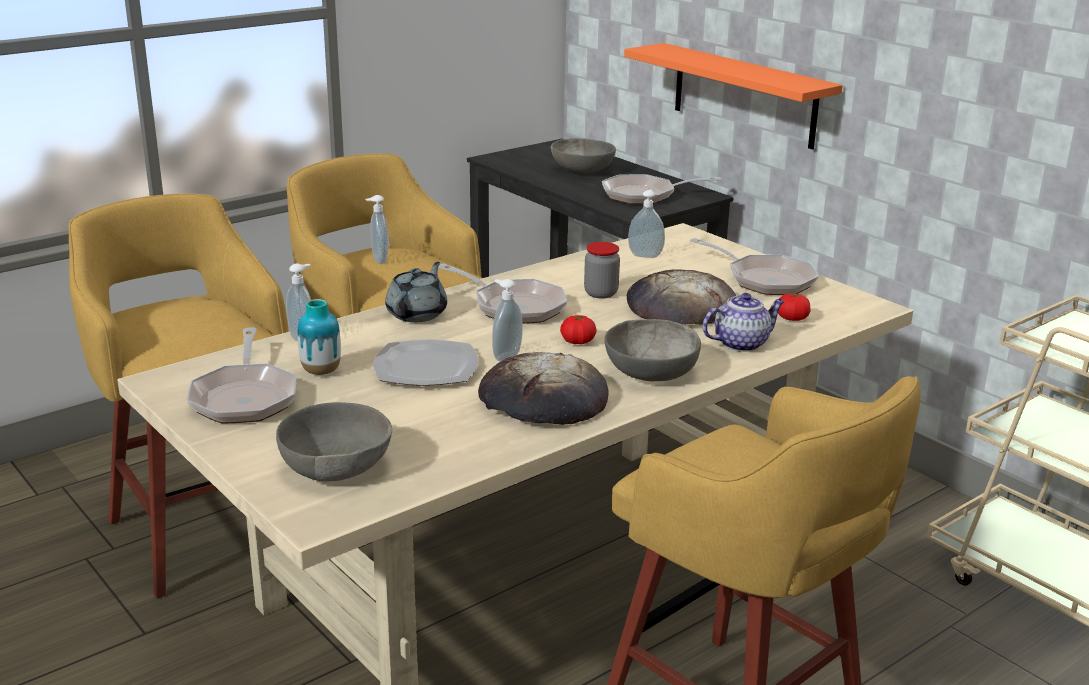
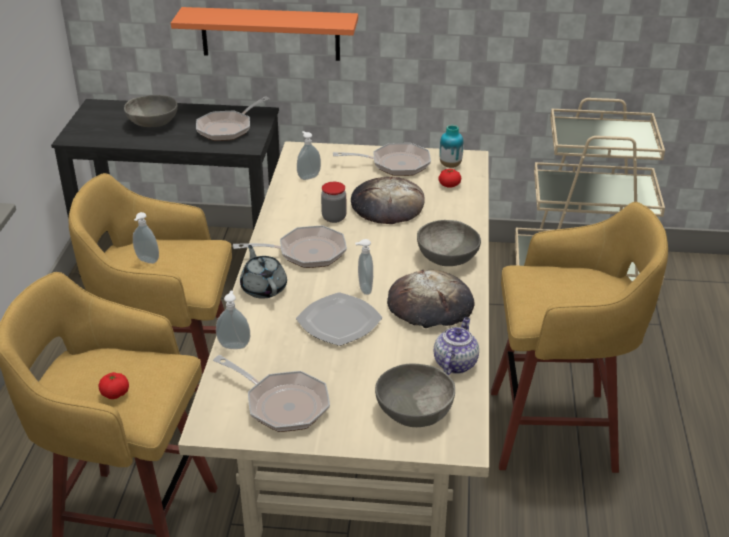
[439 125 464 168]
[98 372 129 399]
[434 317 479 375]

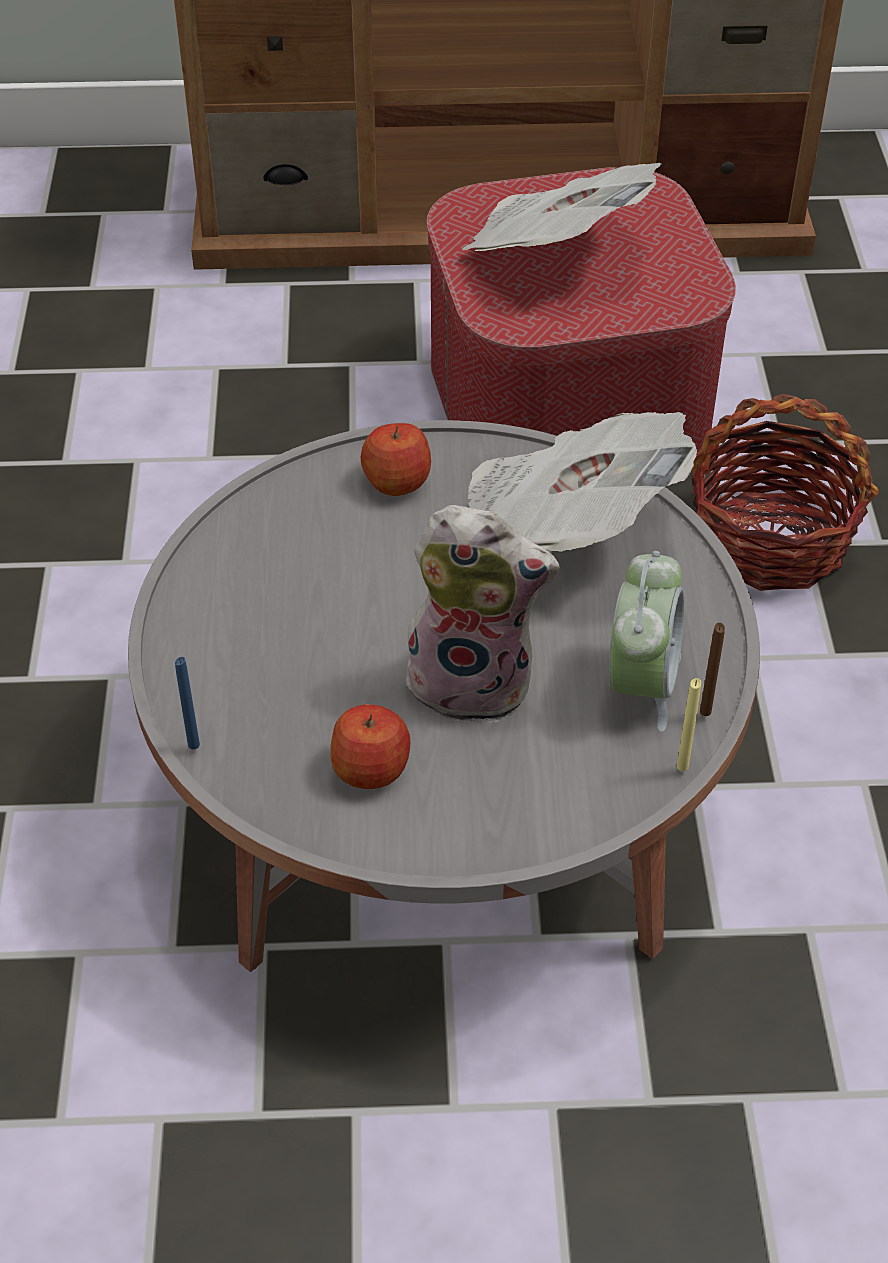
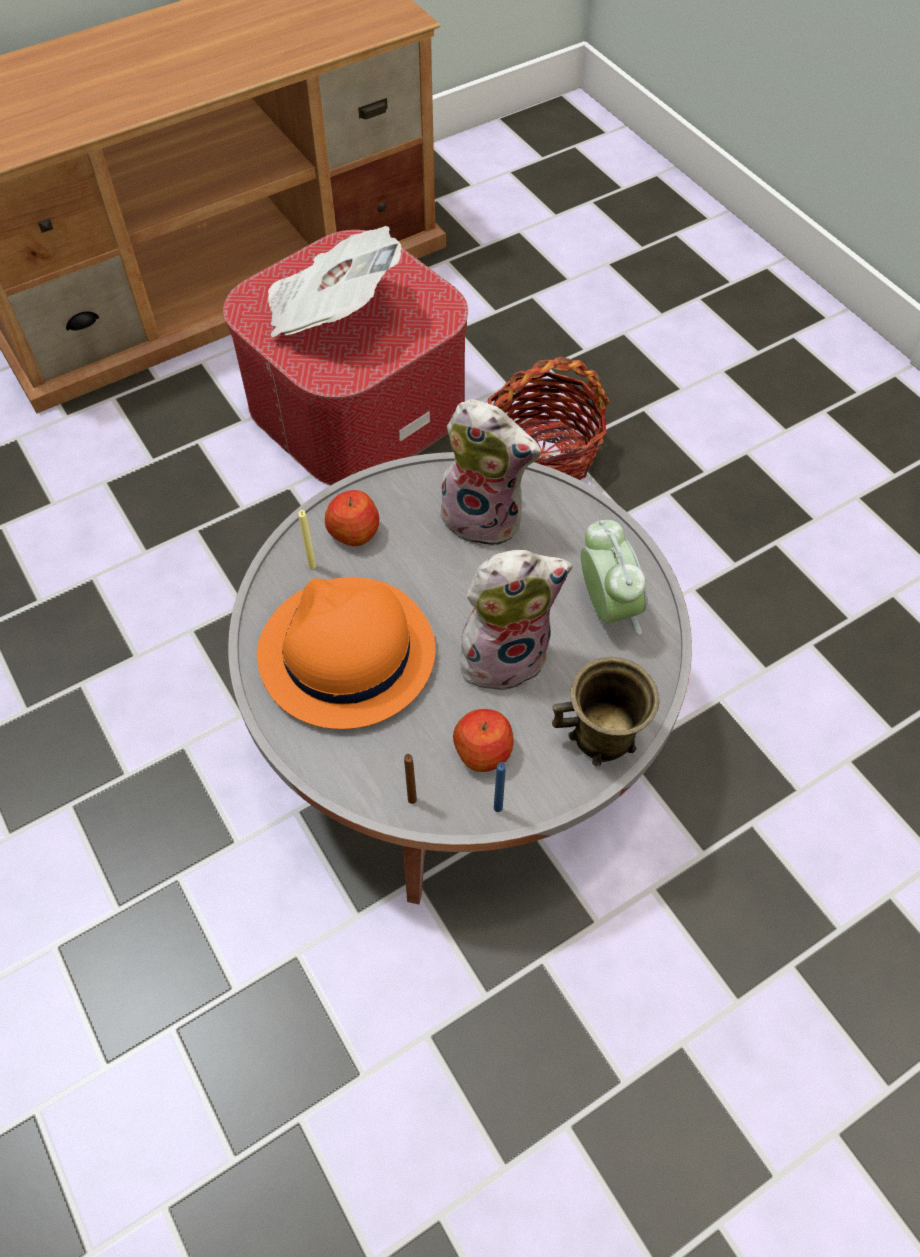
[494 762 506 812]
[431 399 541 548]
[298 510 316 569]
[404 754 417 804]
[257 577 435 729]
[552 657 659 766]

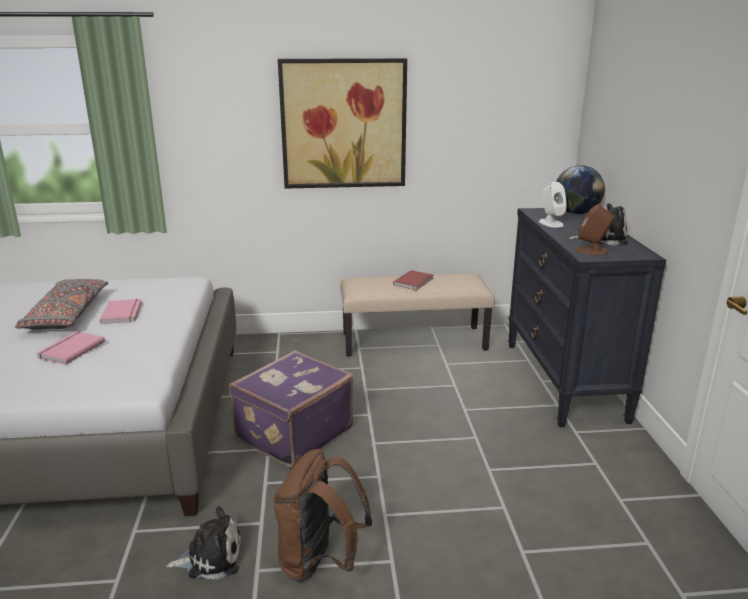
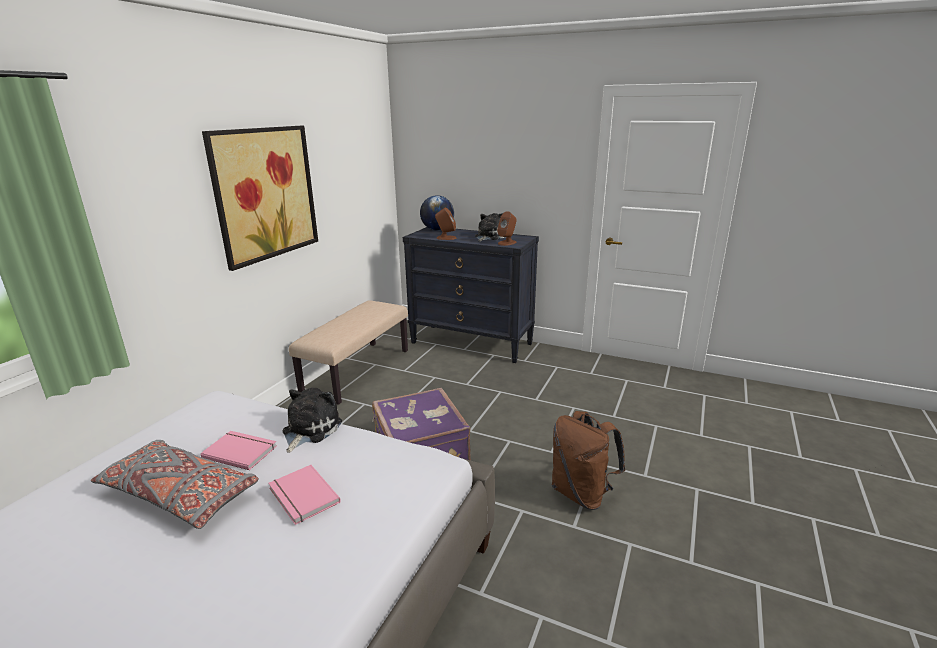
[283 388 342 453]
[393 270 433 290] (first image)
[435 208 456 240]

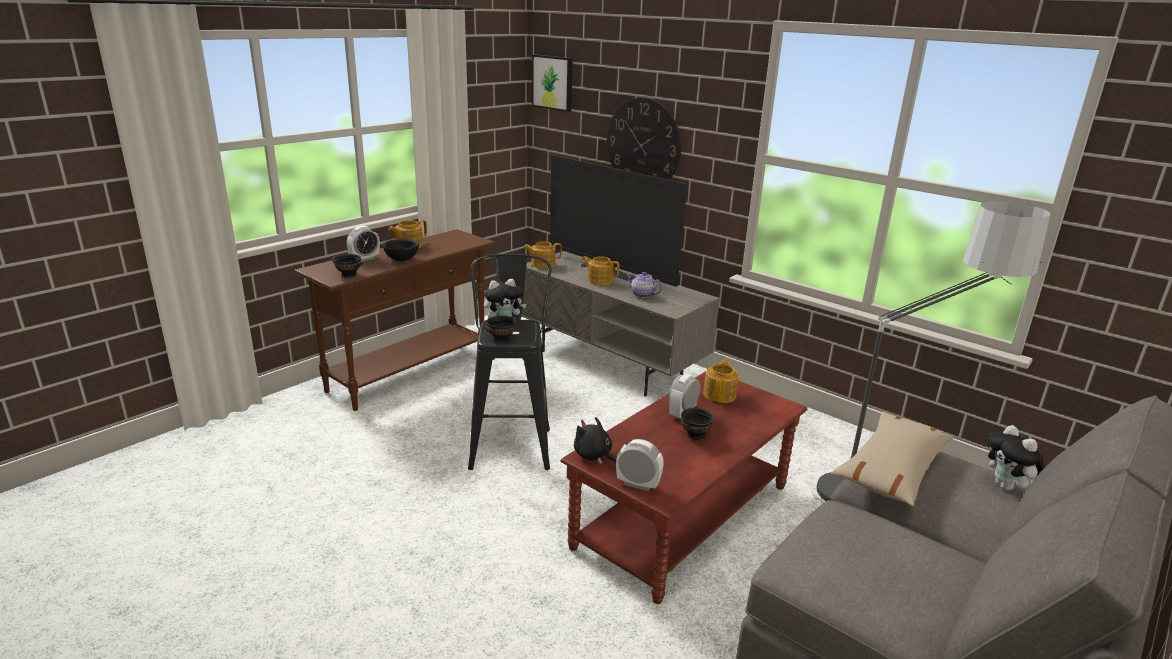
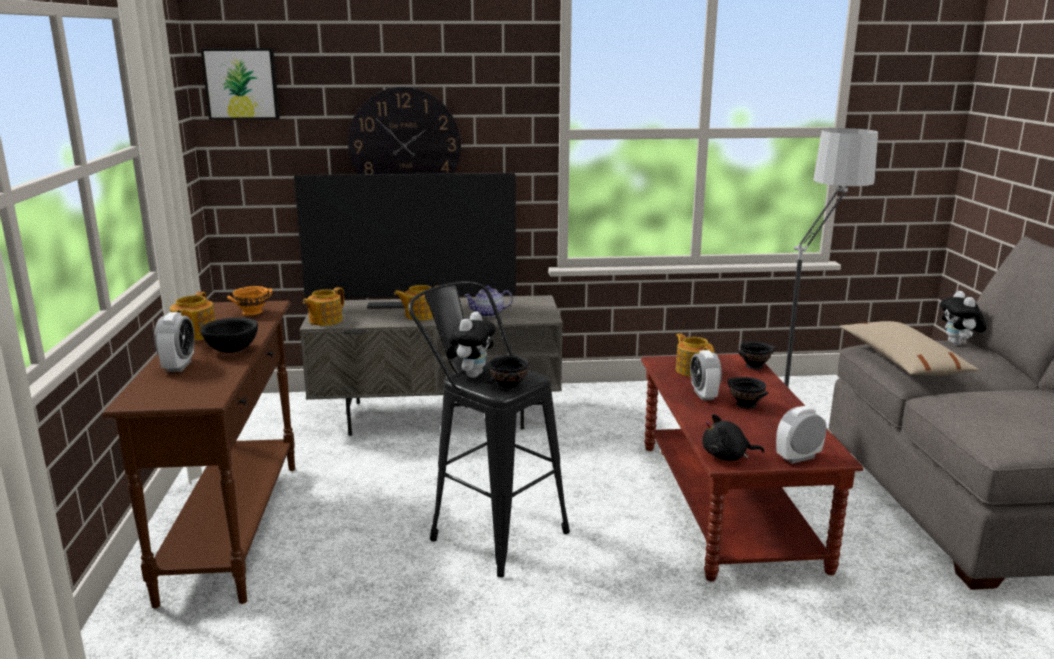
[738 342 775 370]
[940 291 986 345]
[227 286 273 316]

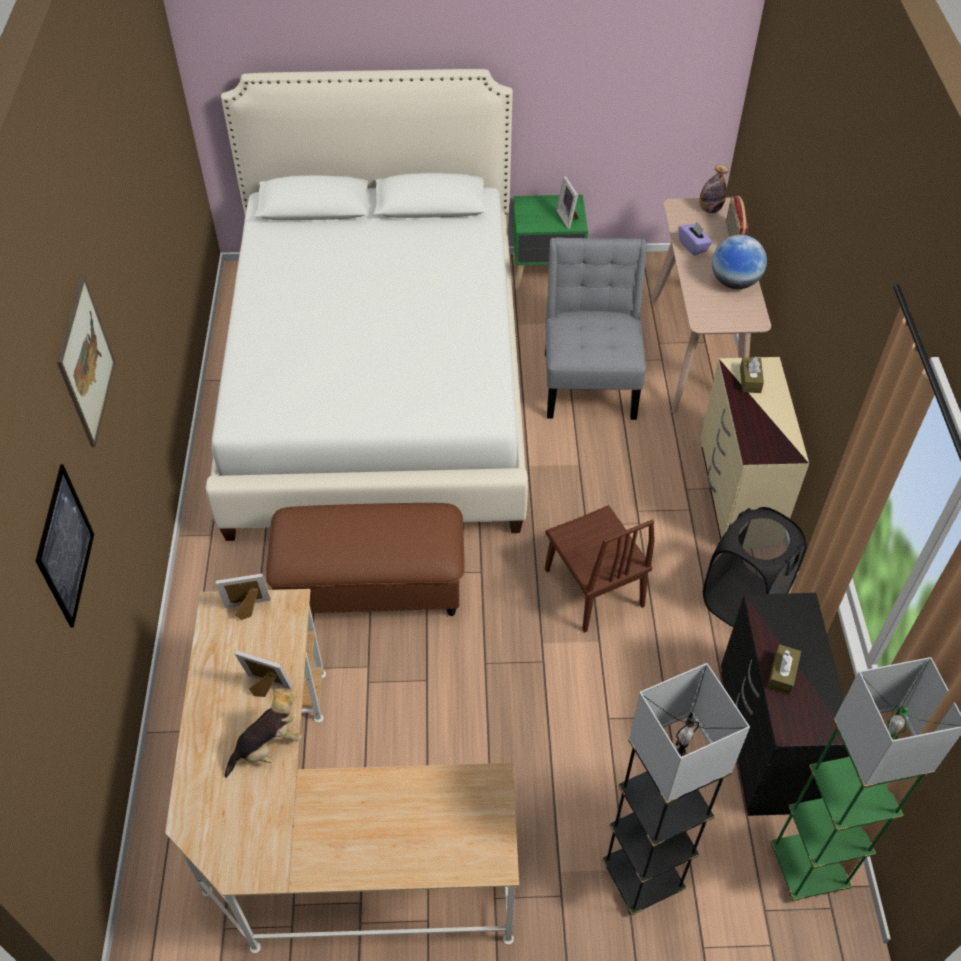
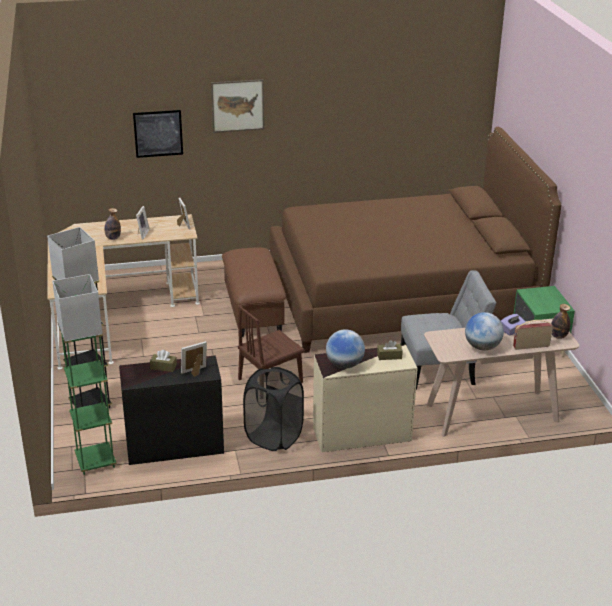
[270 127 561 353]
[104 208 121 240]
[181 341 207 377]
[326 329 365 369]

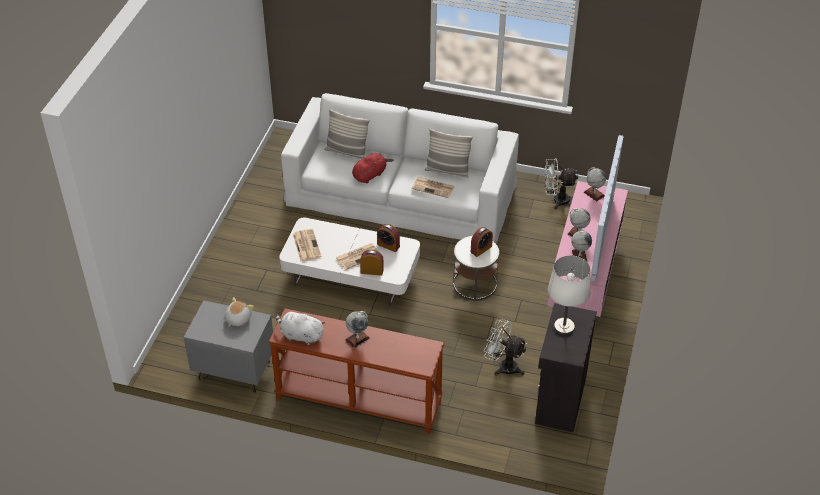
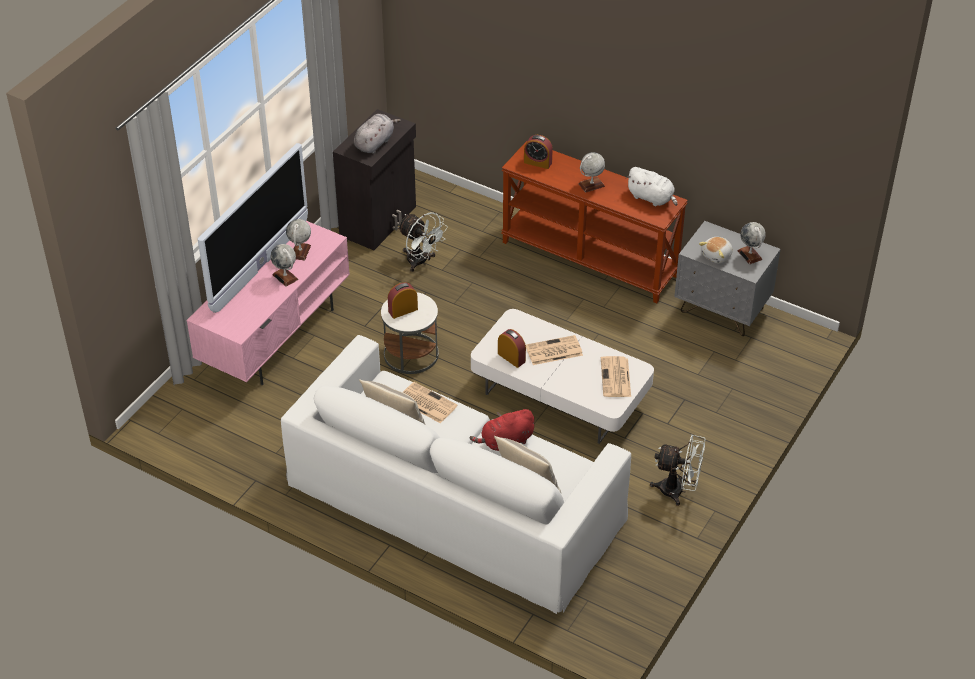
[524 135 553 169]
[650 435 705 506]
[354 114 401 154]
[737 222 766 264]

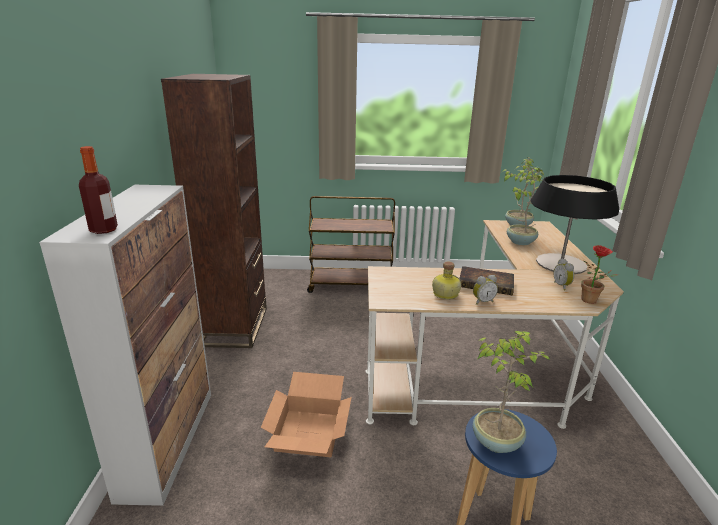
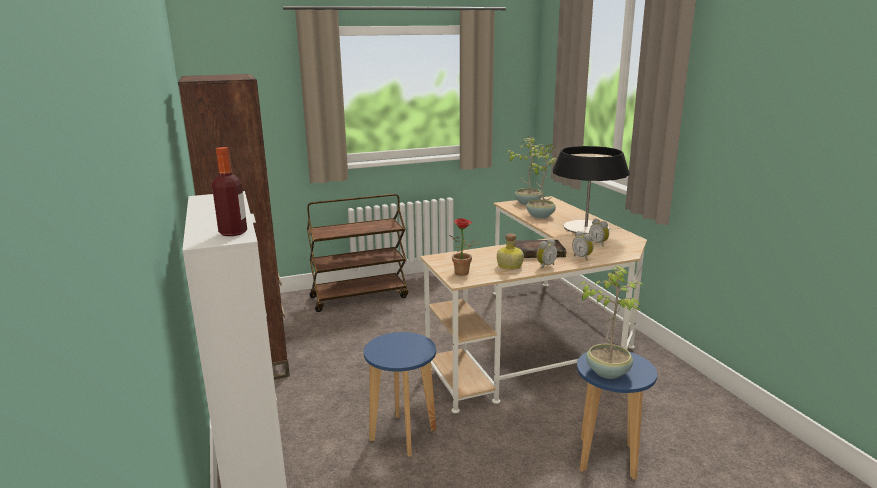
[364 332 436 457]
[449 218 479 276]
[572 231 593 261]

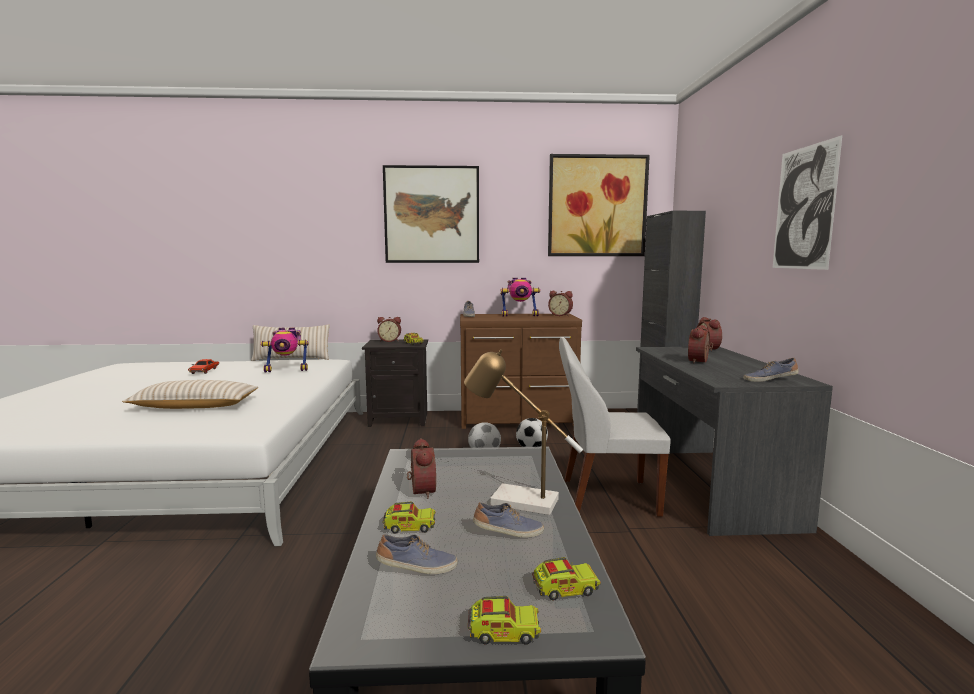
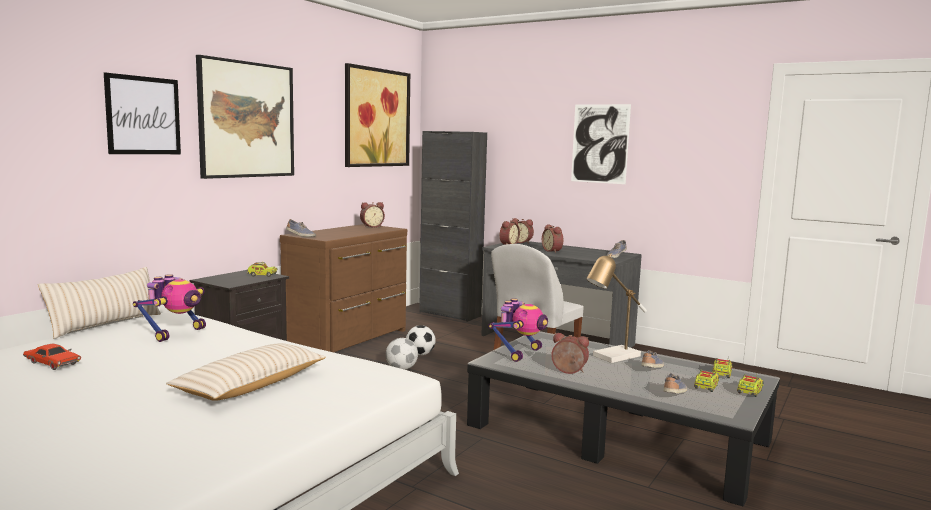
[500 220 520 245]
[694 370 719 392]
[488 298 548 362]
[104 72 181 154]

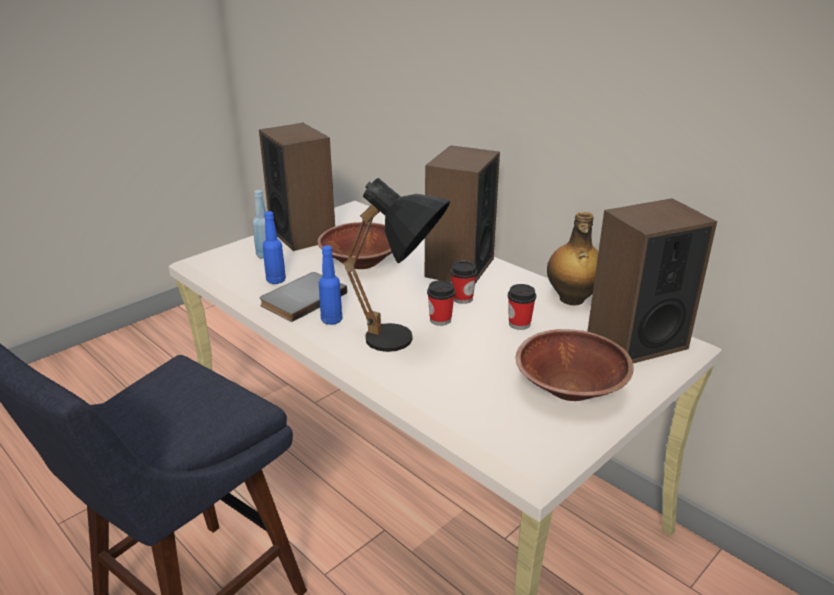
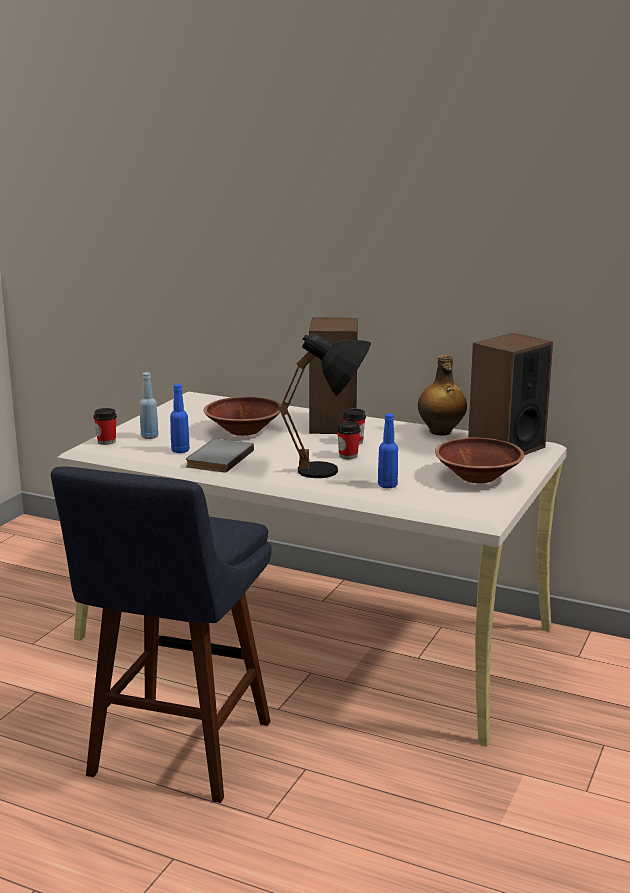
[259 123 335 251] (first image)
[378 413 398 488]
[93 408 117 445]

